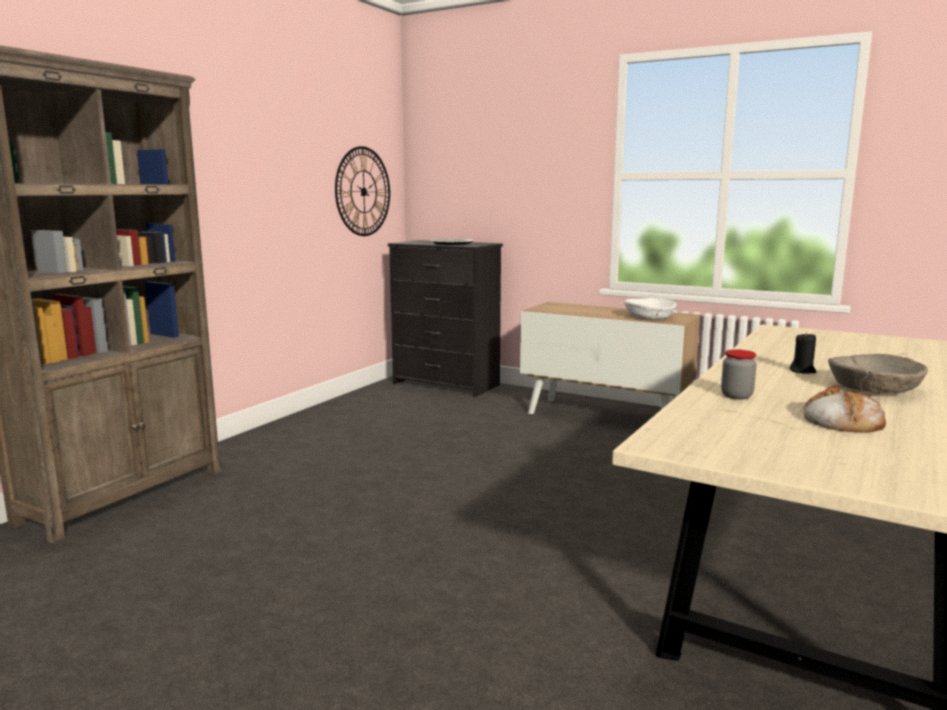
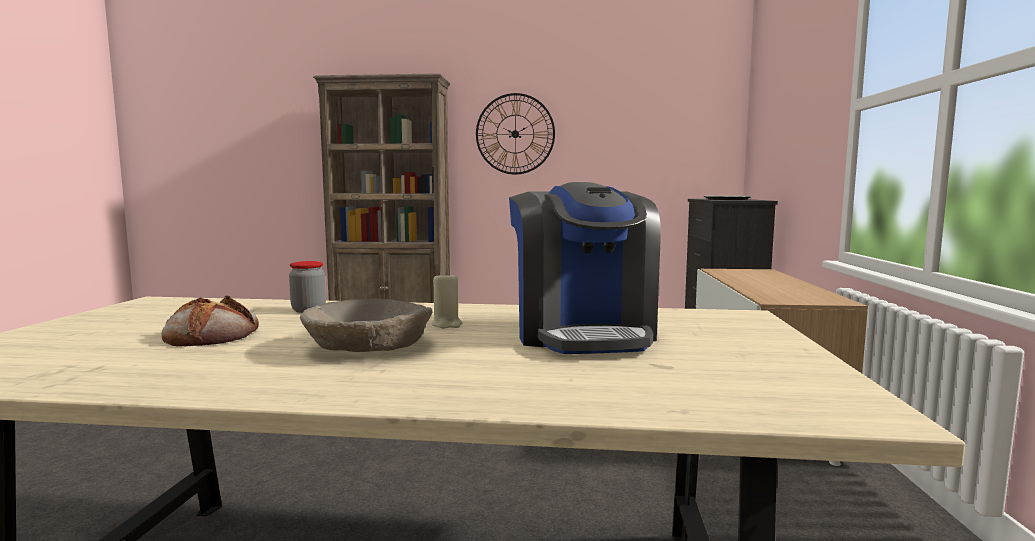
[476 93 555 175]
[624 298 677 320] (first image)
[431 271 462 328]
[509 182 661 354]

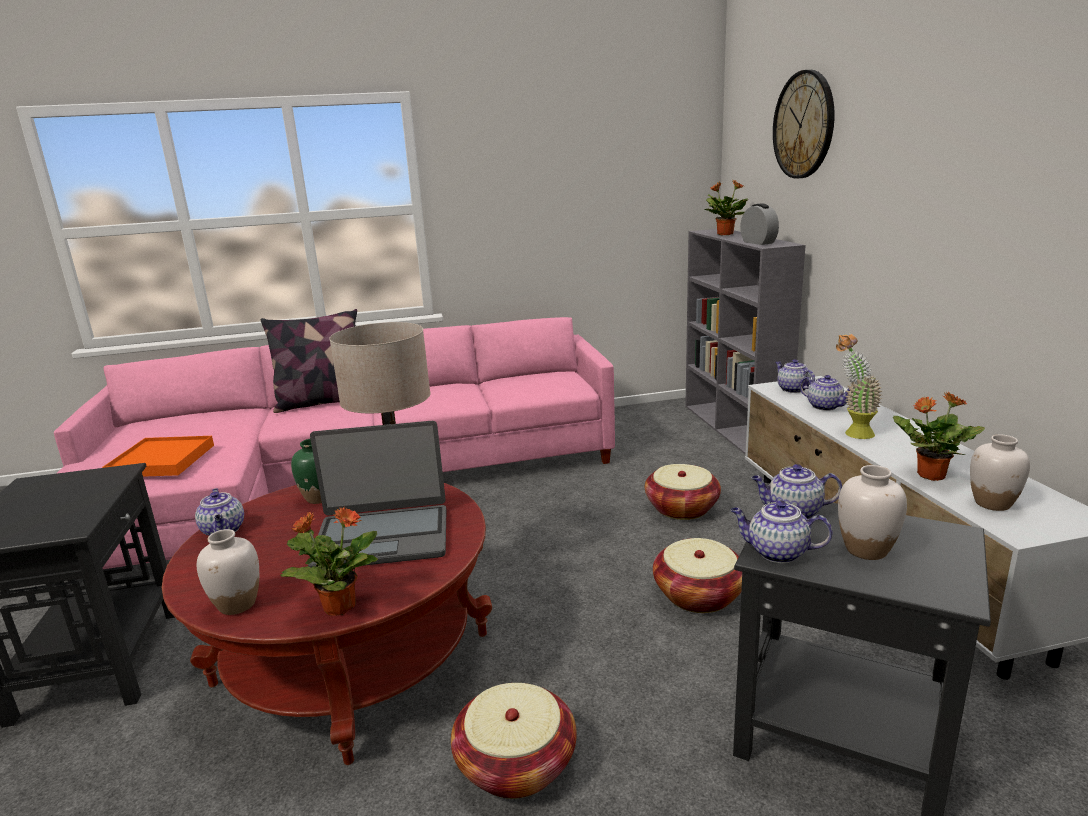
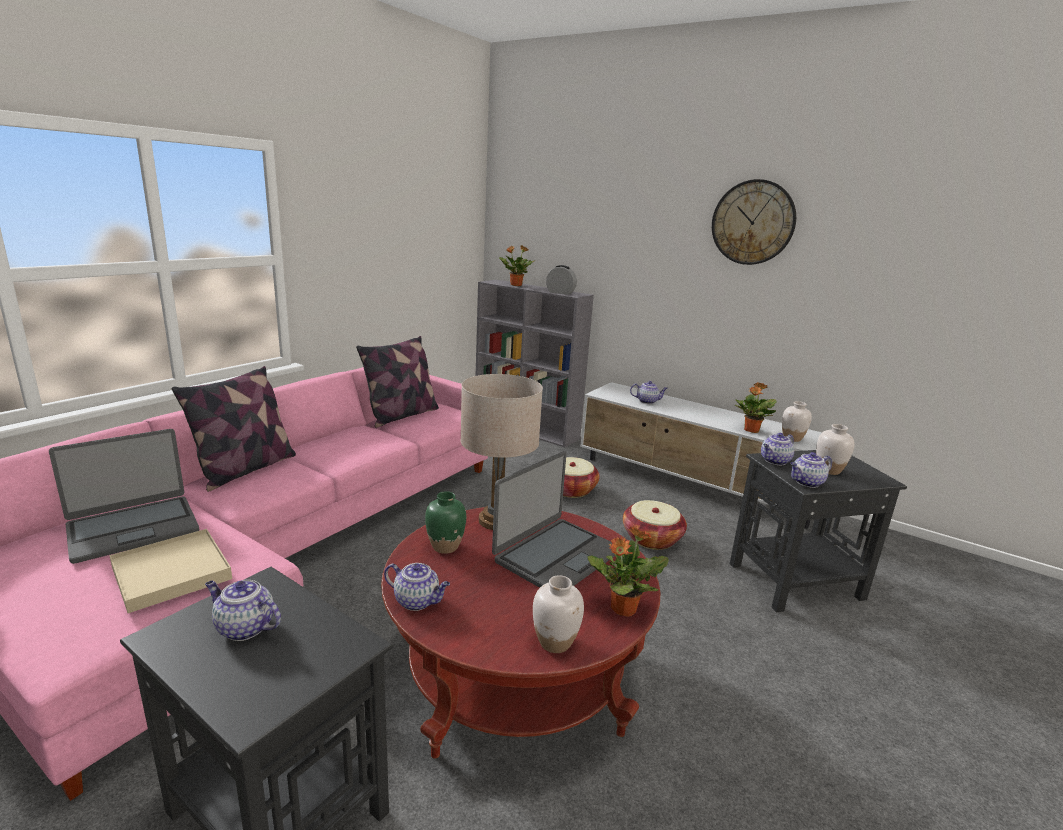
[109 529 232 613]
[451 683 577 799] (first image)
[712 179 796 265]
[205 580 281 641]
[836 334 882 439] (first image)
[49 429 199 564]
[356 336 439 428]

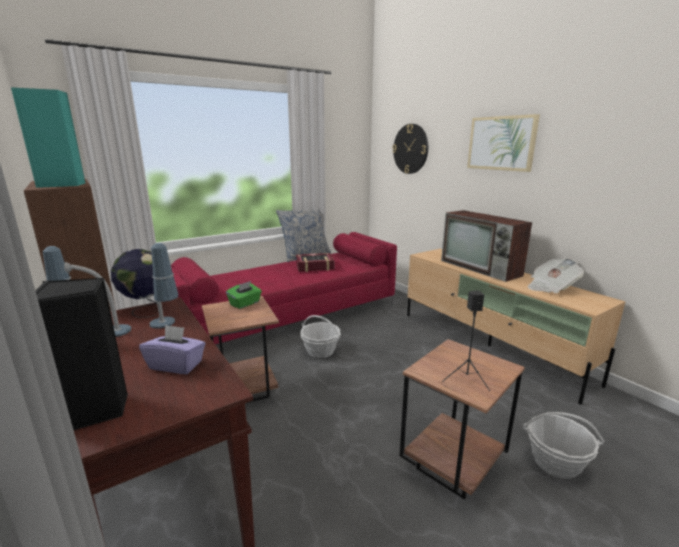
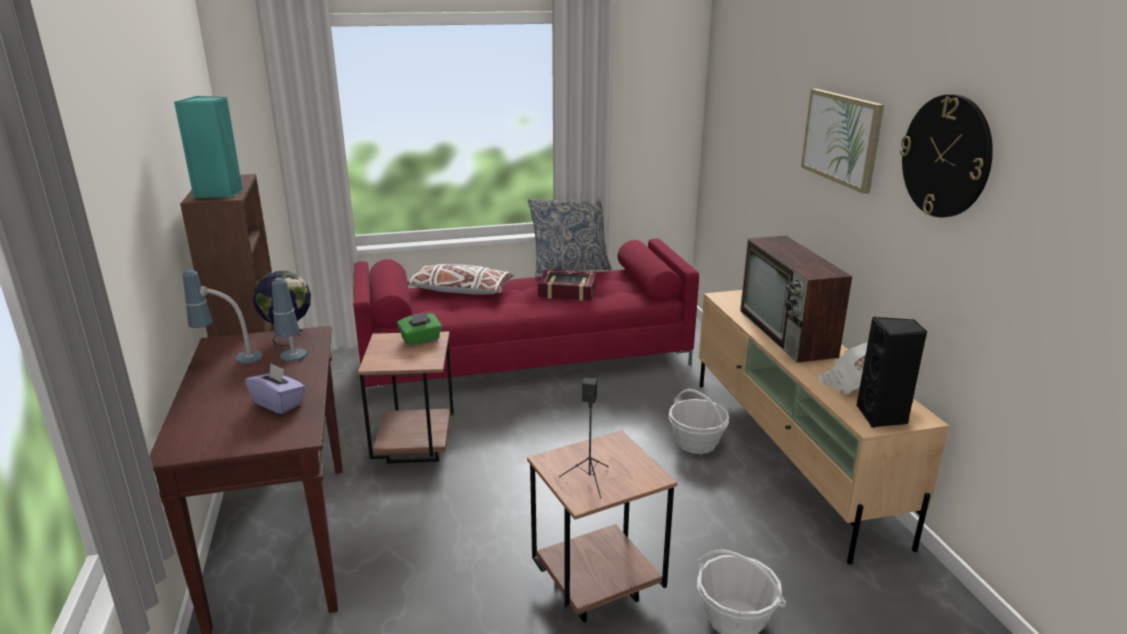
[856 317 927 428]
[669 389 729 454]
[900 94 993 217]
[408 264 514 295]

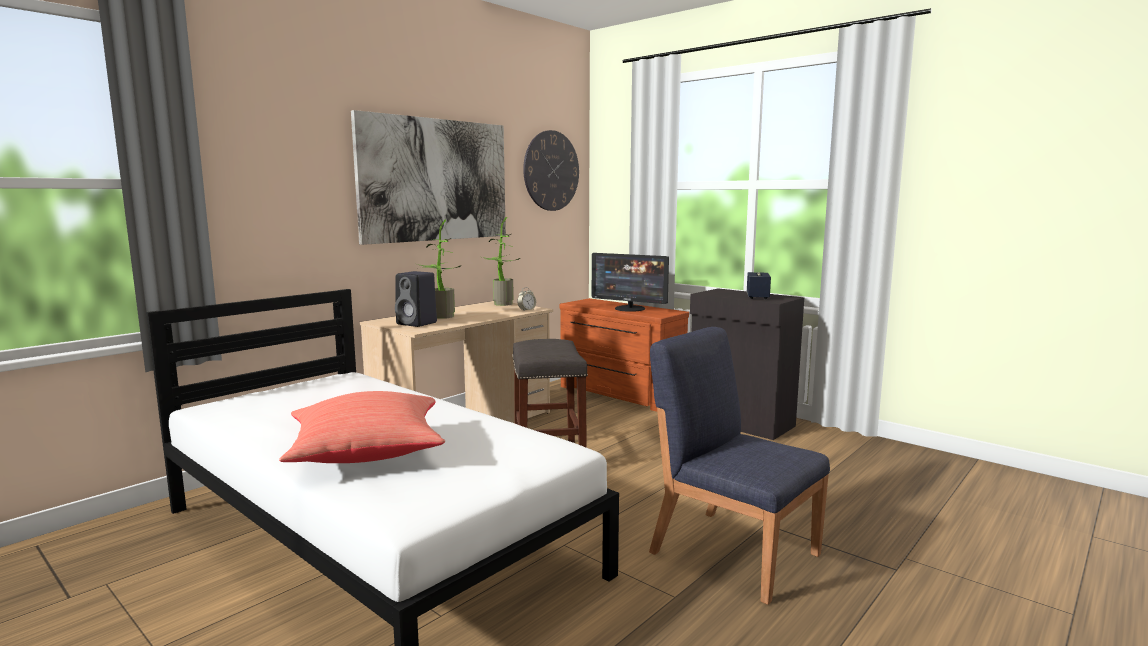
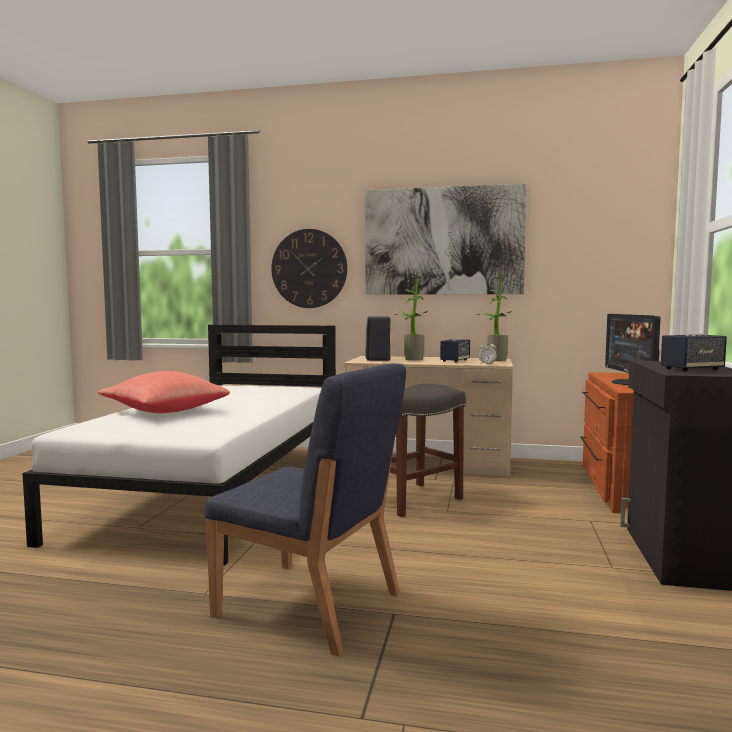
[271 229 347 308]
[204 363 406 656]
[440 339 470 362]

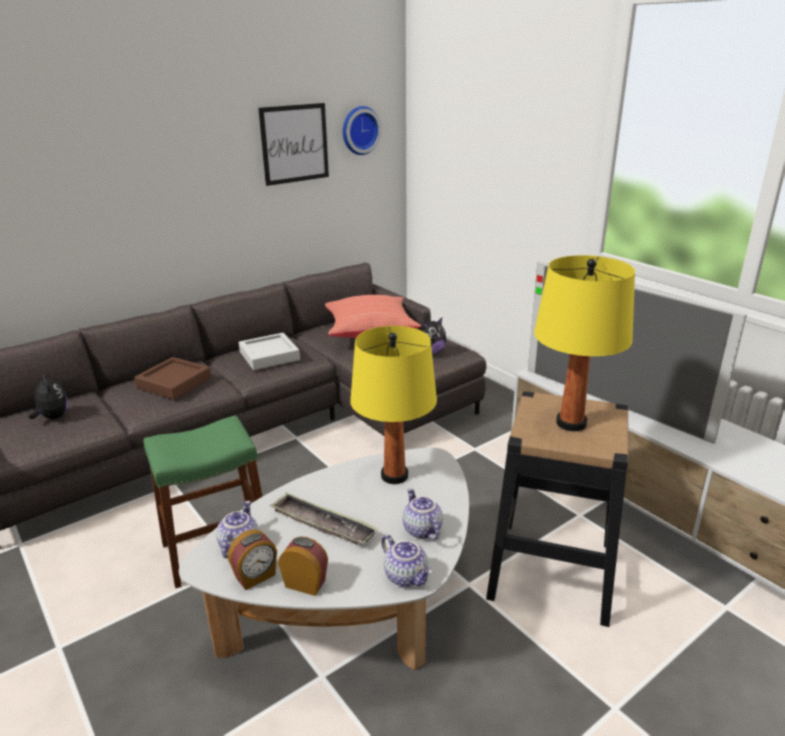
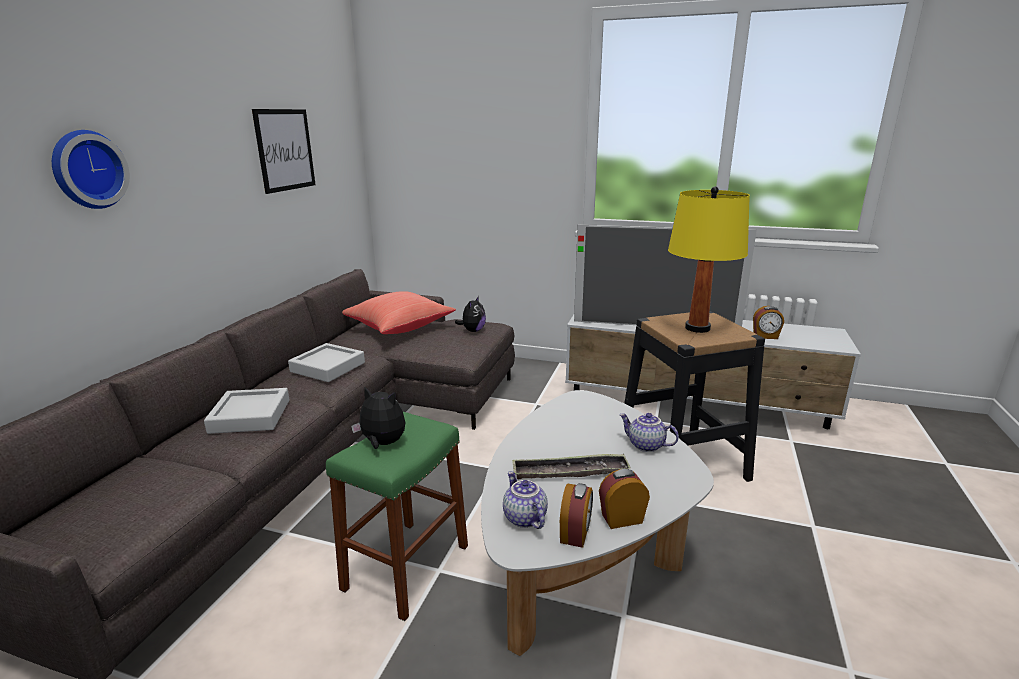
[351 387 406 449]
[204 388 290 434]
[52 130 130 209]
[350 326 437 484] (first image)
[381 535 432 587] (first image)
[753 306 784 339]

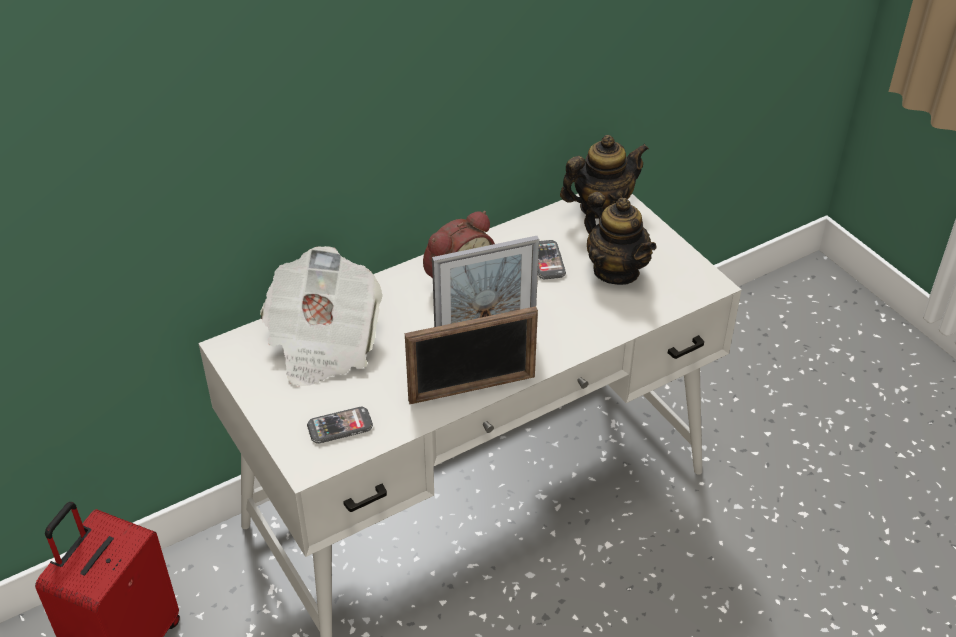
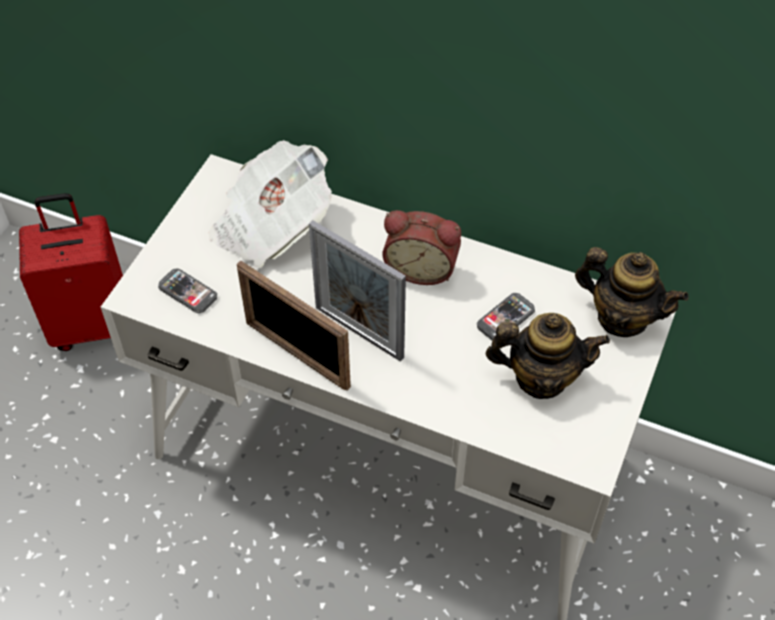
[485 313 610 399]

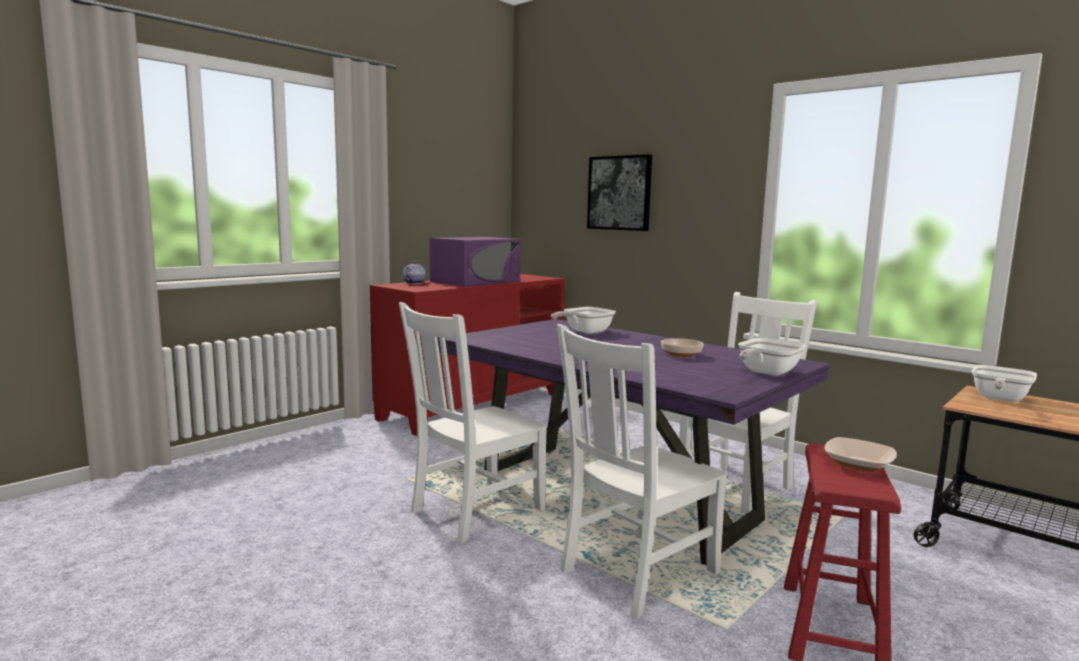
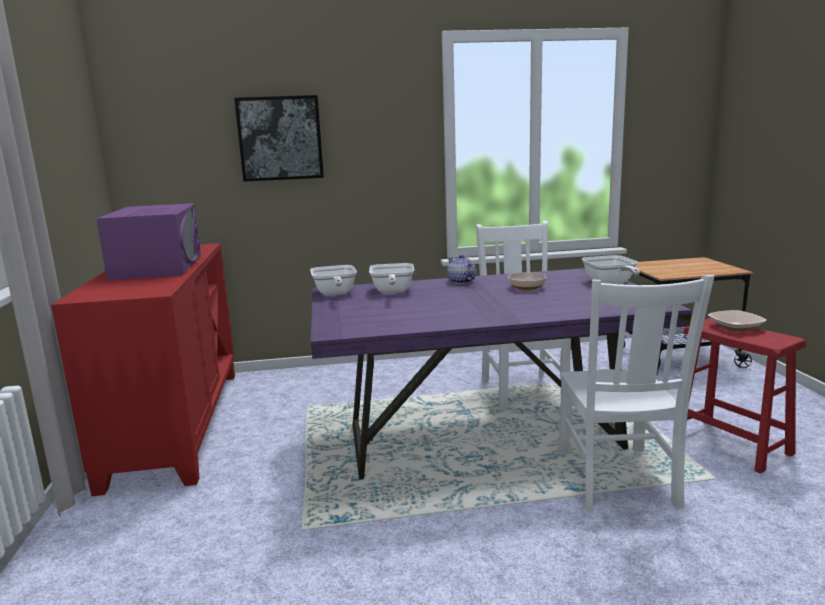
[399 302 547 543] (first image)
[447 255 476 284]
[310 265 357 295]

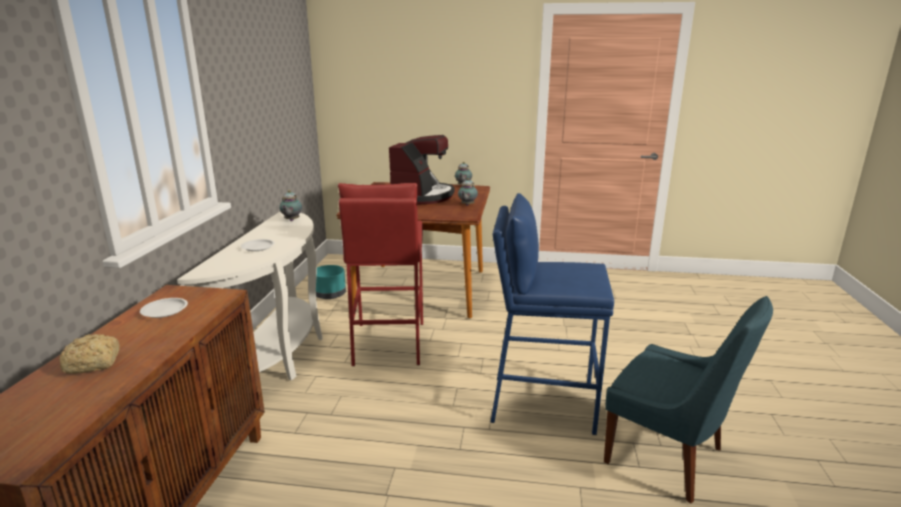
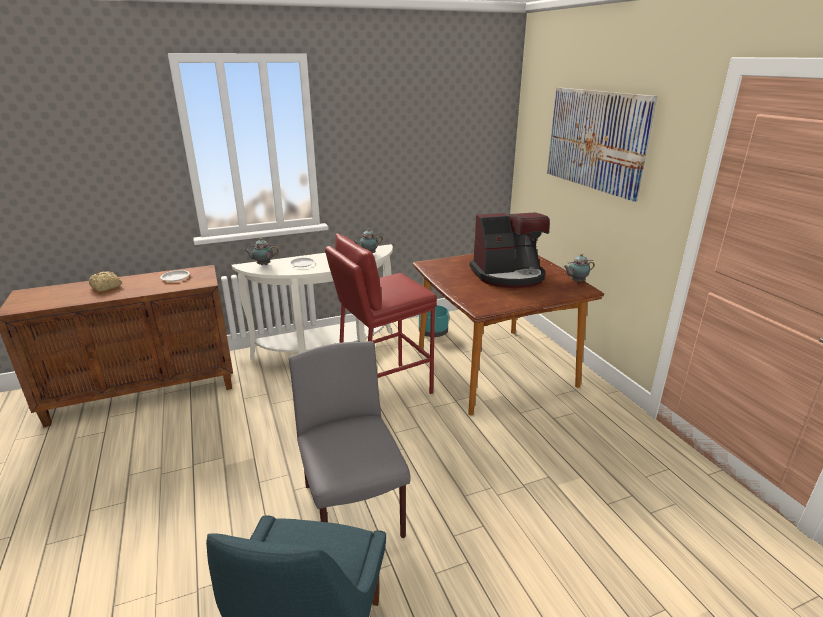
[244 238 279 265]
[289 341 410 538]
[547 87 657 202]

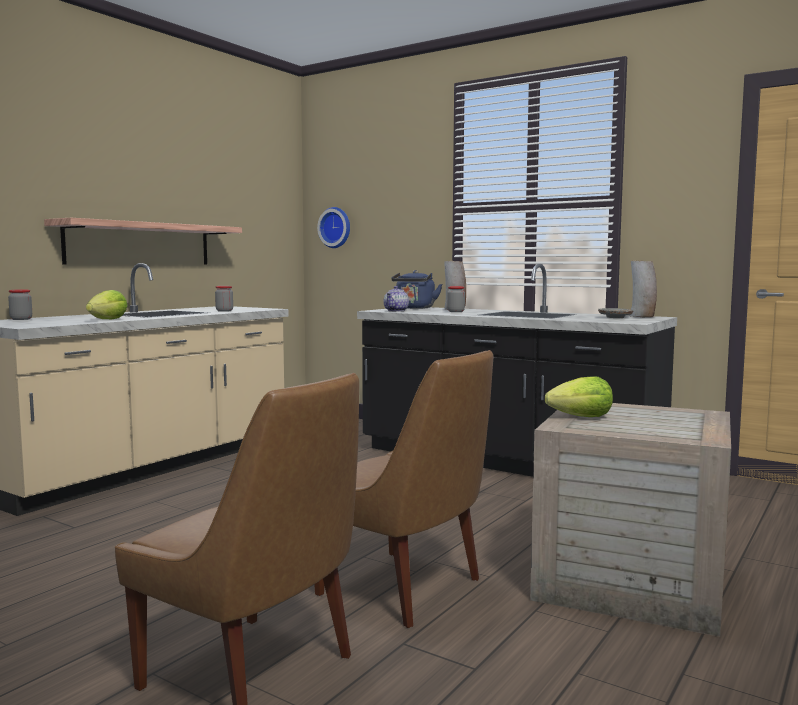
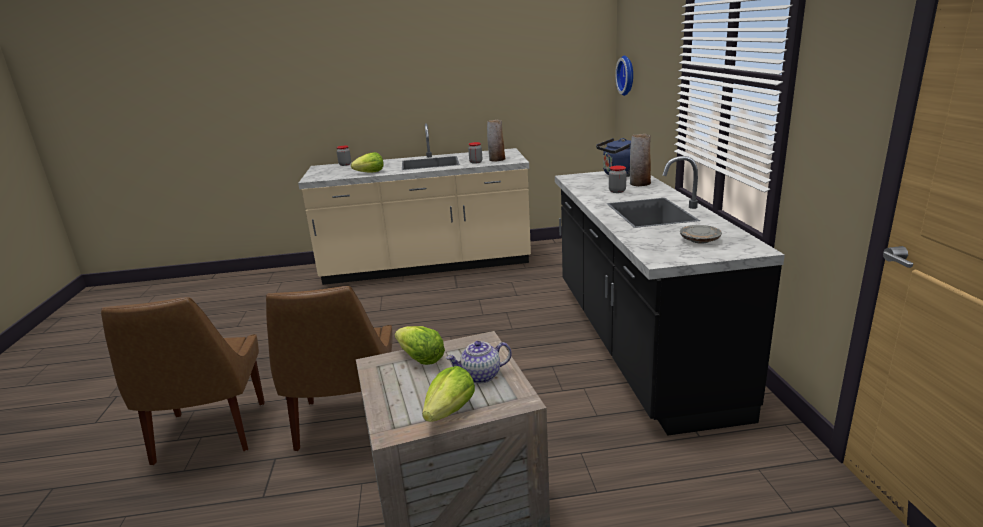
[44 218 242 265] (first image)
[446 341 512 383]
[487 120 505 162]
[422 366 475 422]

